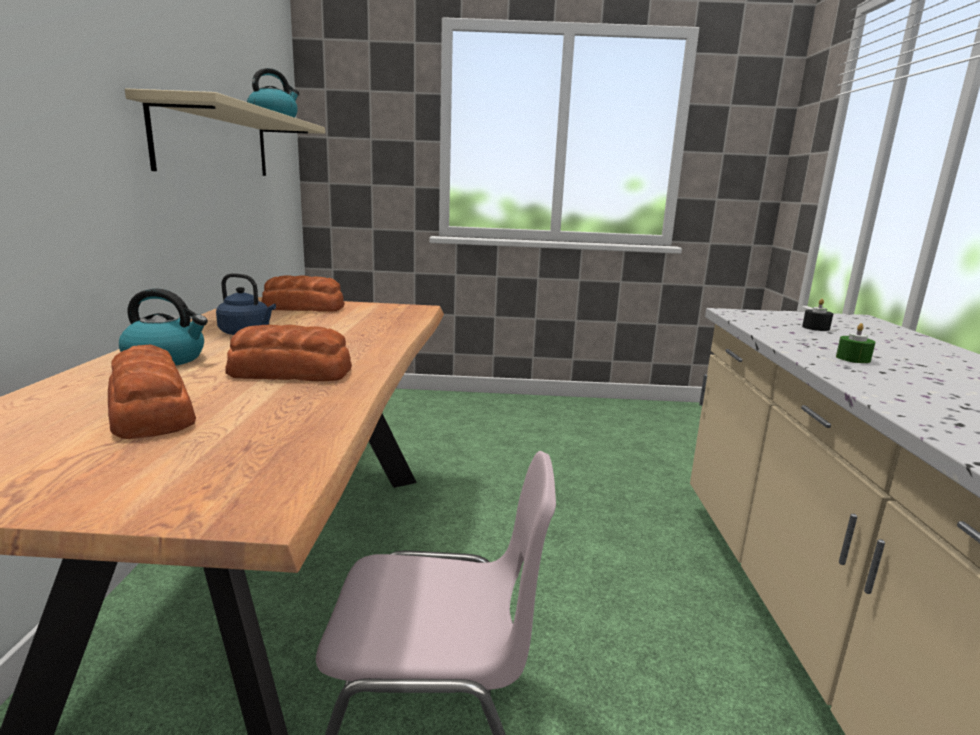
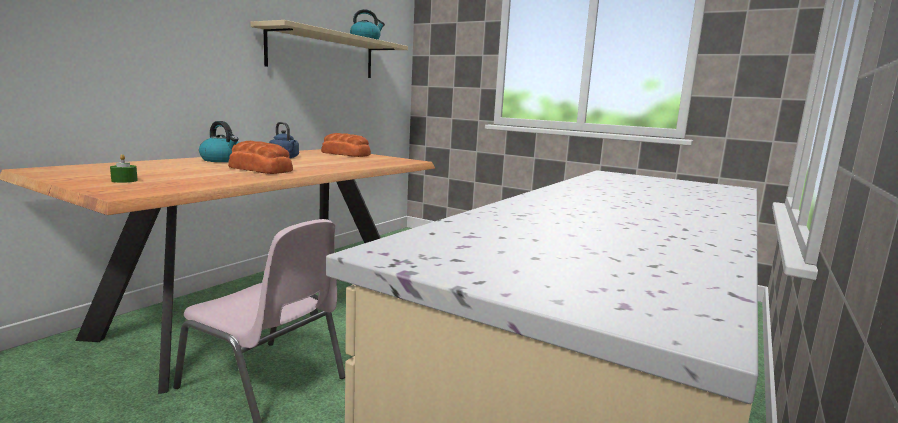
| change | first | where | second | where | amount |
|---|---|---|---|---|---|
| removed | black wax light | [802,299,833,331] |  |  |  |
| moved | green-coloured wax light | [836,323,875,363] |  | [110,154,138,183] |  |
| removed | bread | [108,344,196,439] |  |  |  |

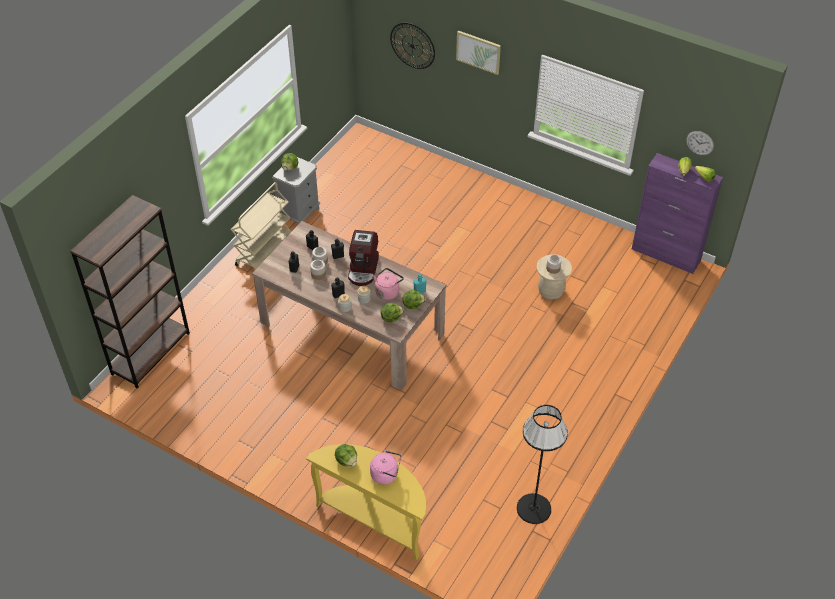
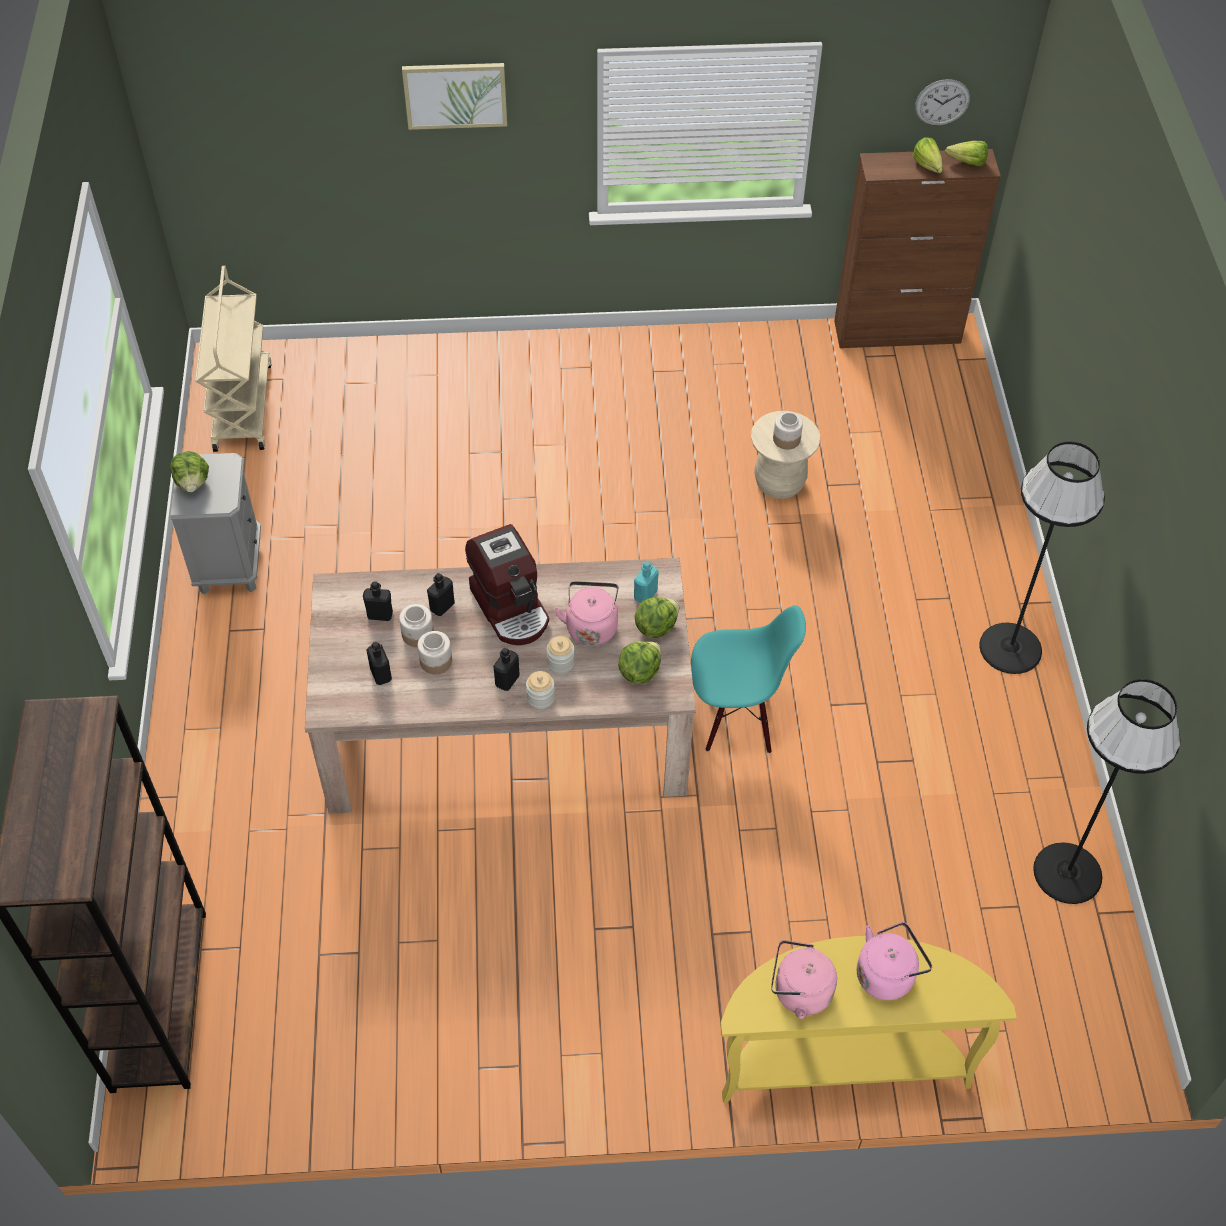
| change | first | where | second | where | amount |
|---|---|---|---|---|---|
| removed | wall clock | [390,23,435,69] |  |  |  |
| recoloured | purple cupboard | [632,153,723,274] | brownish cupboard | [834,149,1001,348] |  |
| moved | beige cart | [231,182,291,269] |  | [195,266,272,452] |  |
| replaced | lettuce | [335,444,357,467] | pink kettle | [771,940,837,1019] |  |
| added |  |  | black standard lamp | [979,441,1105,674] |  |
| added |  |  | turquoise plain chair | [691,605,806,754] |  |

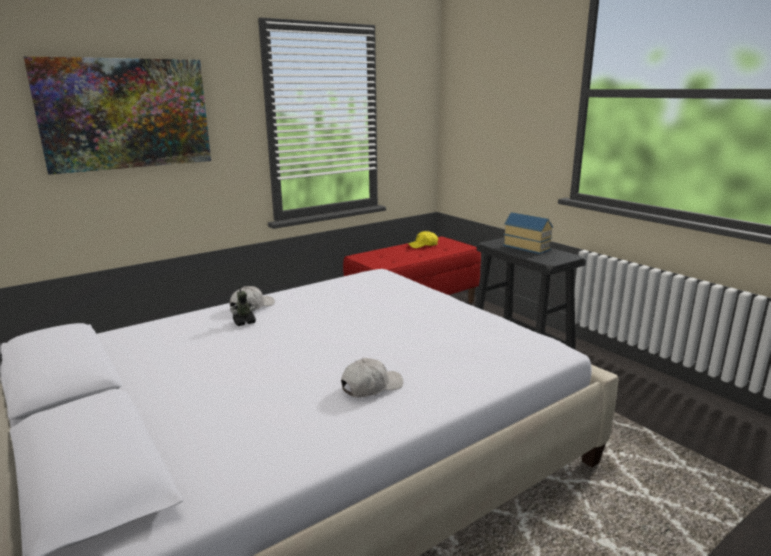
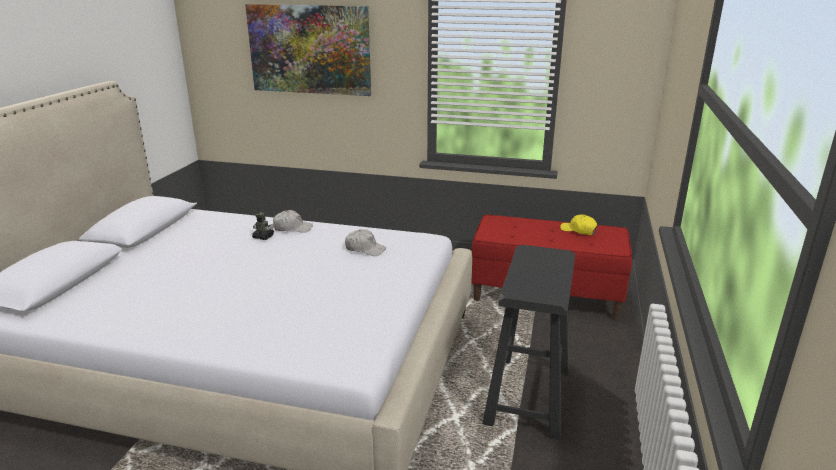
| change | first | where | second | where | amount |
|---|---|---|---|---|---|
| removed | toy house | [503,212,553,254] |  |  |  |
| moved | whitish cap | [341,358,403,398] |  | [345,229,387,256] |  |

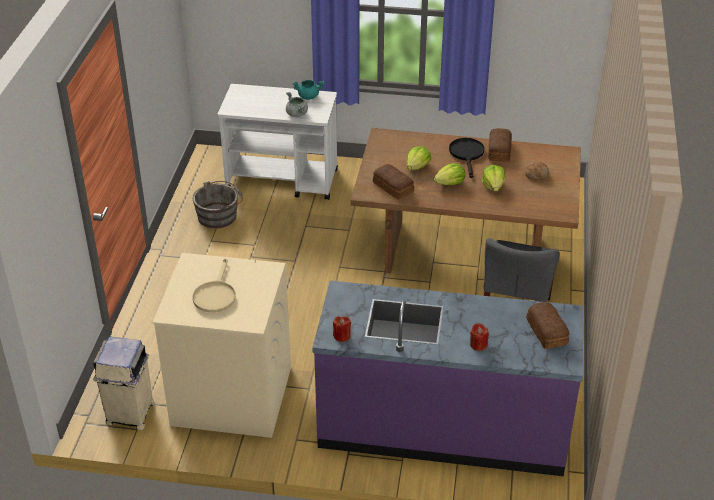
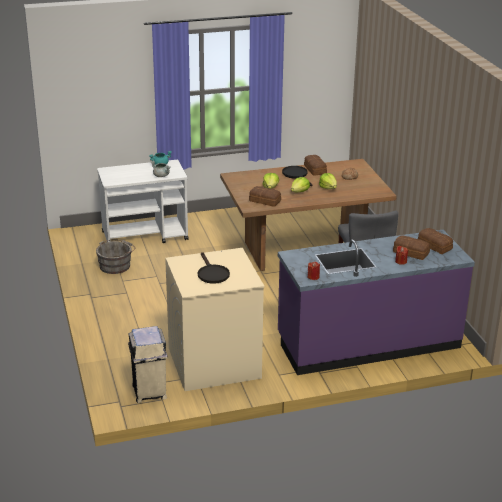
| change | first | where | second | where | amount |
|---|---|---|---|---|---|
| recoloured | beige skillet | [192,258,236,313] | black skillet | [198,252,230,284] |  |
| added |  |  | bread | [393,236,430,260] |  |

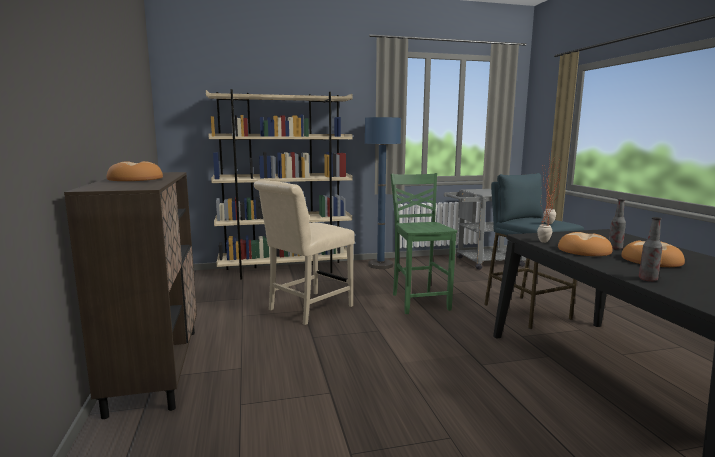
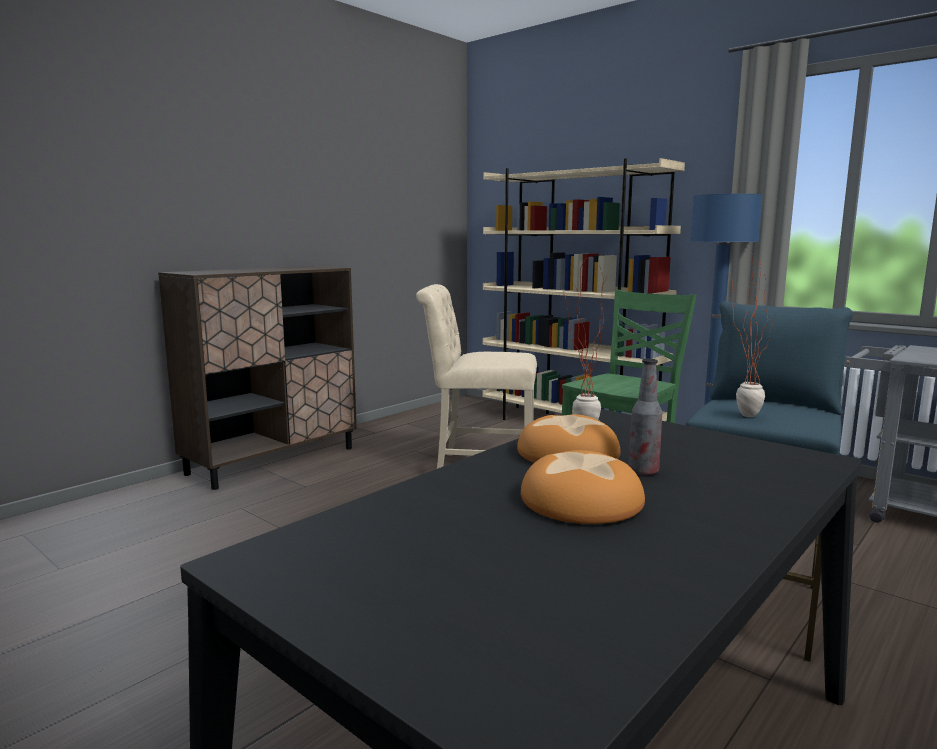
| change | first | where | second | where | amount |
|---|---|---|---|---|---|
| removed | bread | [106,161,163,181] |  |  |  |
| removed | drink bottle | [639,217,663,282] |  |  |  |

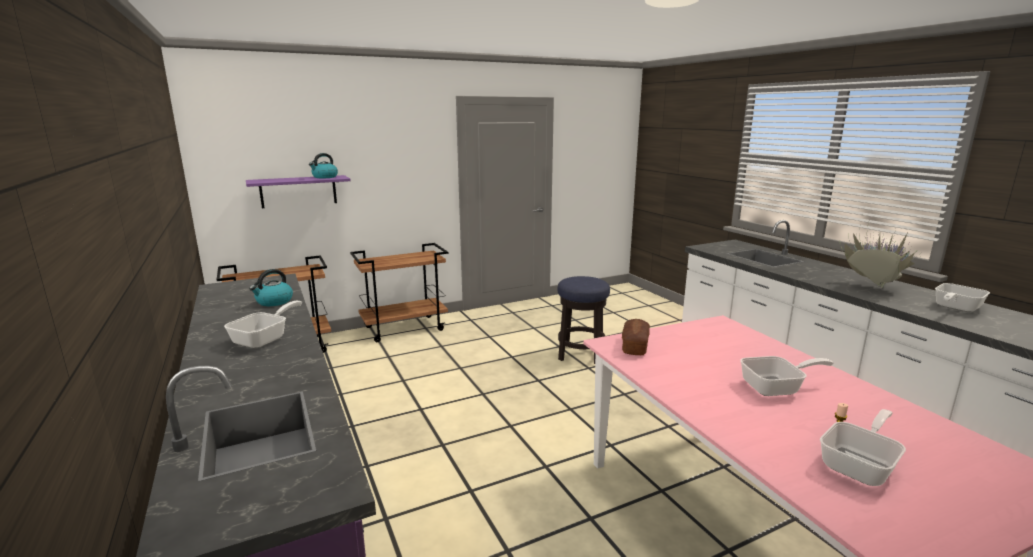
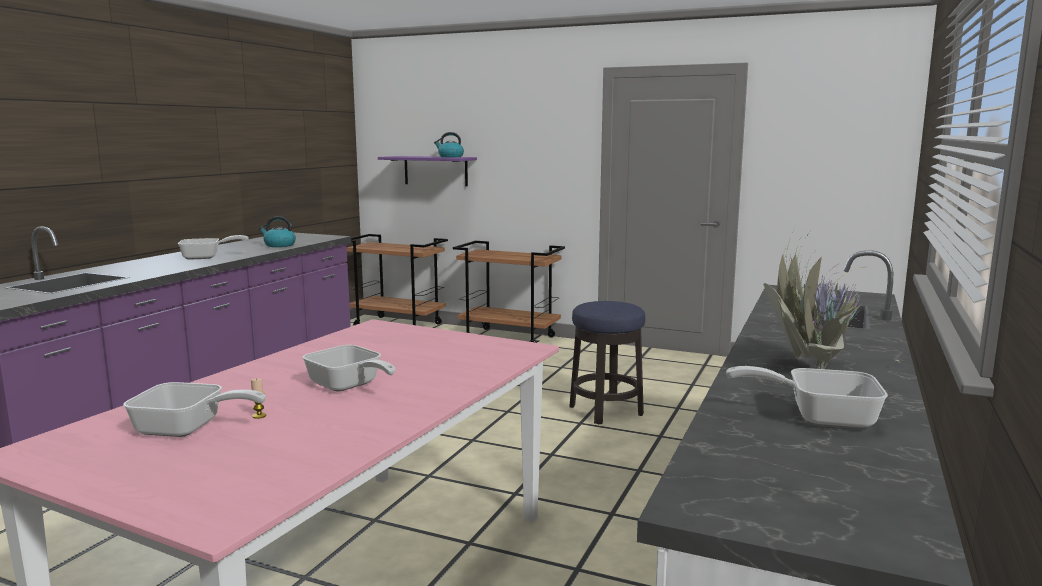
| change | first | where | second | where | amount |
|---|---|---|---|---|---|
| removed | bread | [622,319,650,355] |  |  |  |

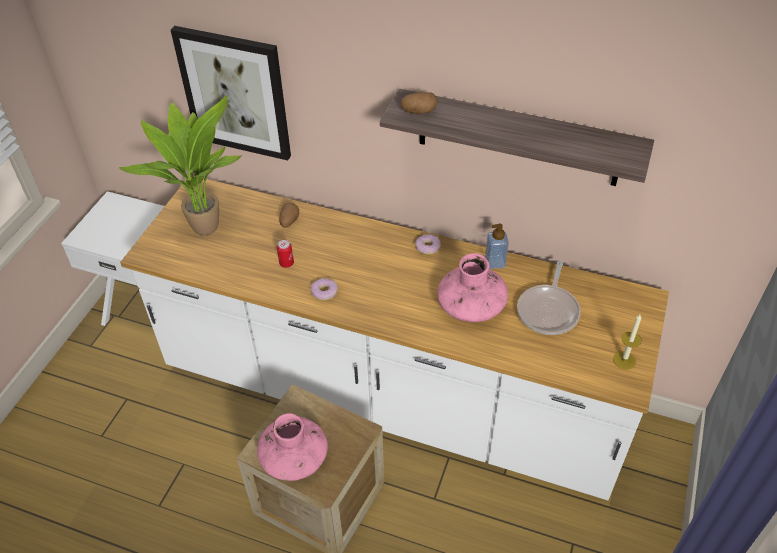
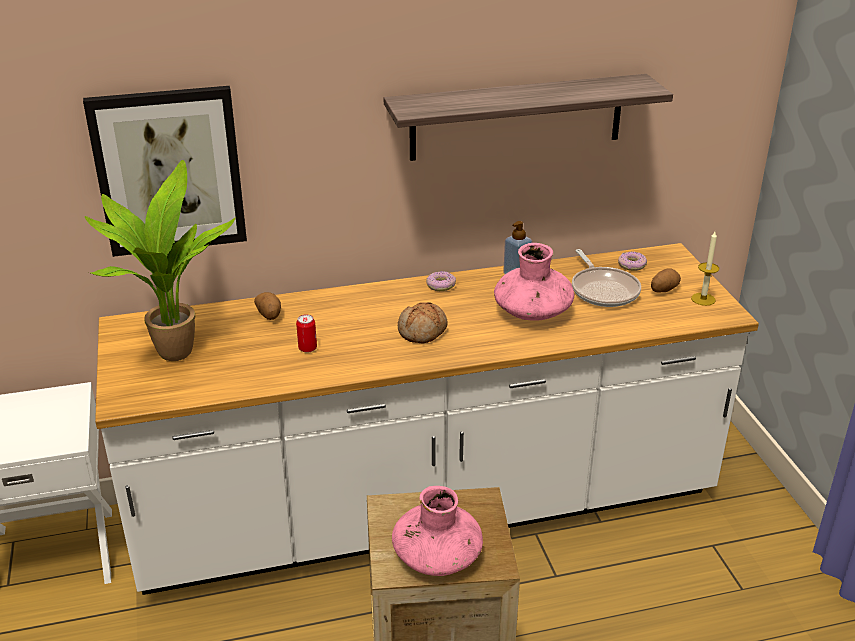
| change | first | where | second | where | amount |
|---|---|---|---|---|---|
| moved | spud | [401,92,438,114] |  | [651,268,681,292] |  |
| moved | donut | [311,278,338,300] |  | [618,252,647,271] |  |
| added |  |  | bread | [398,302,448,344] |  |

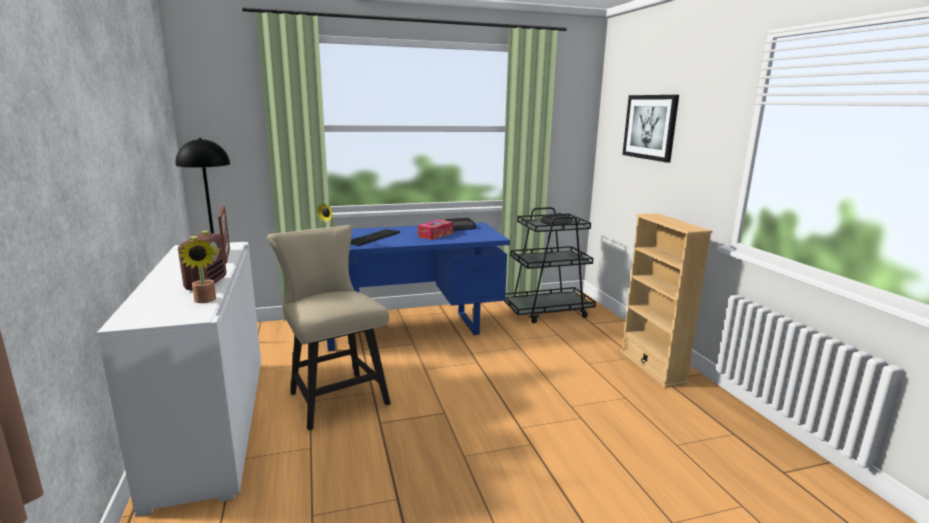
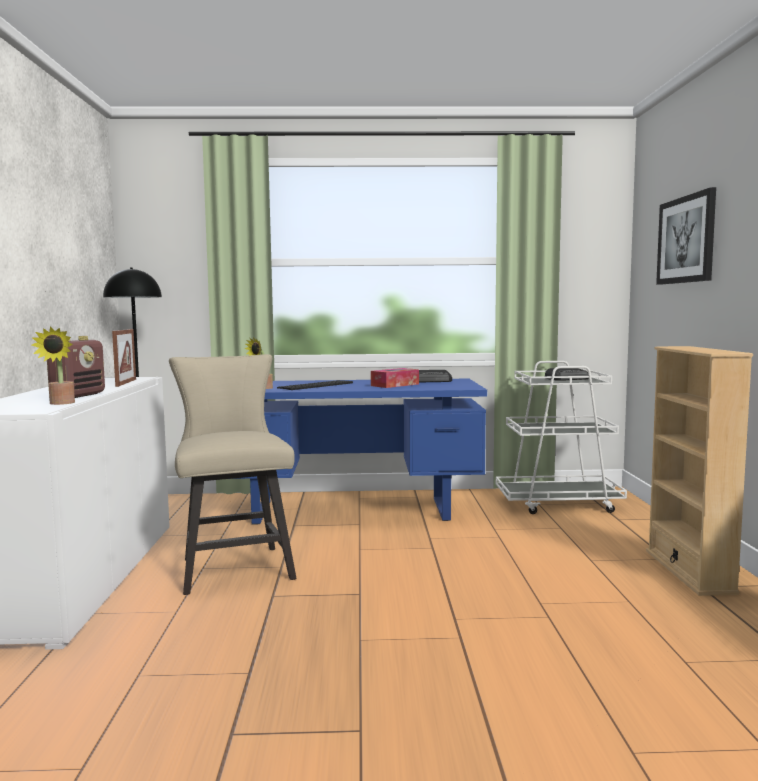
| change | first | where | second | where | amount |
|---|---|---|---|---|---|
| recoloured | black cart | [504,207,596,323] | whitish cart | [496,361,627,514] |  |

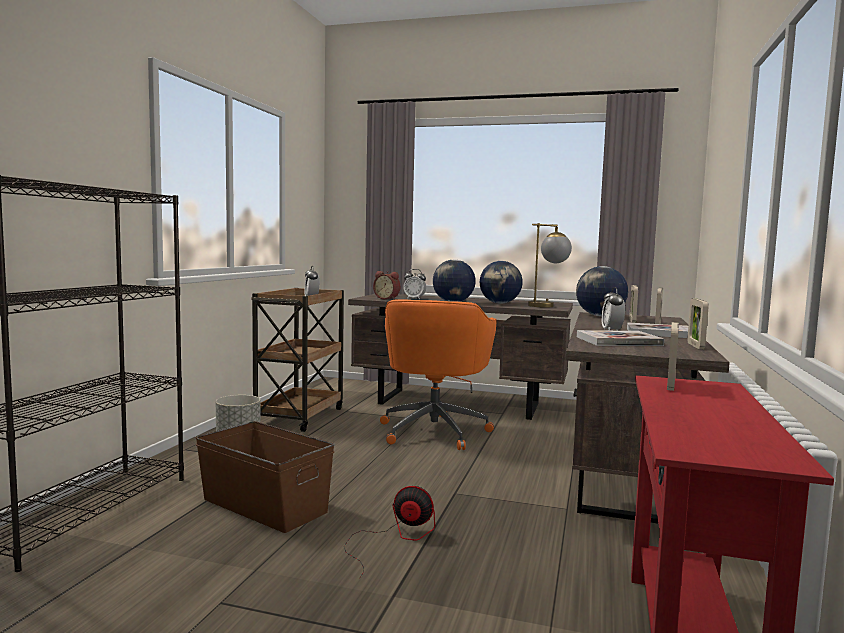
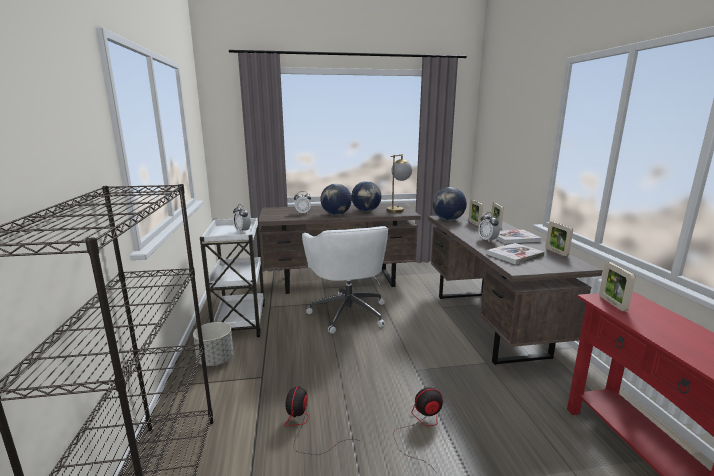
| change | first | where | second | where | amount |
|---|---|---|---|---|---|
| removed | alarm clock | [373,271,400,300] |  |  |  |
| recoloured | brownish cart | [251,288,344,432] | whitish cart | [200,217,265,337] |  |
| recoloured | orangey computer chair | [380,299,497,450] | whitish computer chair | [302,226,388,334] |  |
| replaced | brownish storage container | [196,421,335,533] | fan | [284,386,356,455] |  |

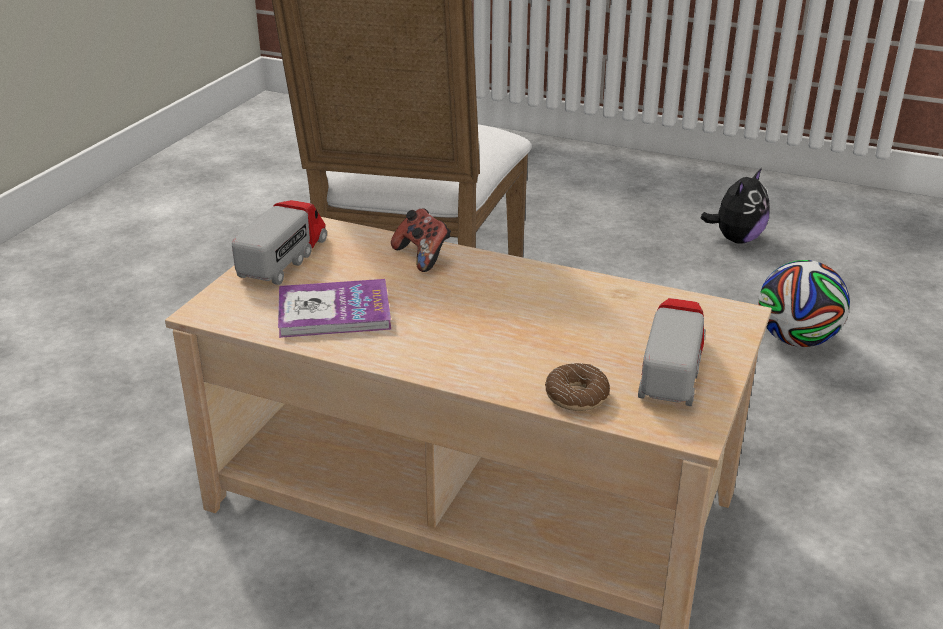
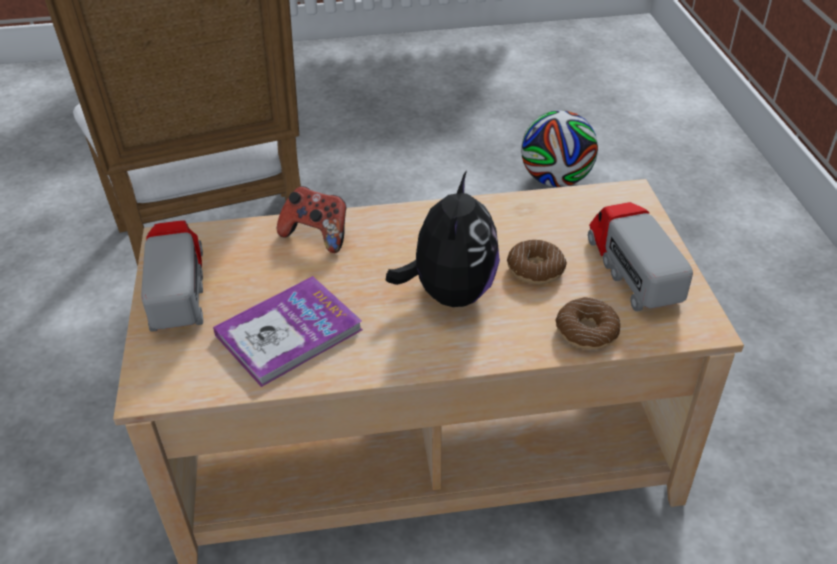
| change | first | where | second | where | amount |
|---|---|---|---|---|---|
| moved | plush toy | [701,168,770,244] |  | [386,170,500,307] |  |
| added |  |  | donut | [507,240,567,284] |  |

